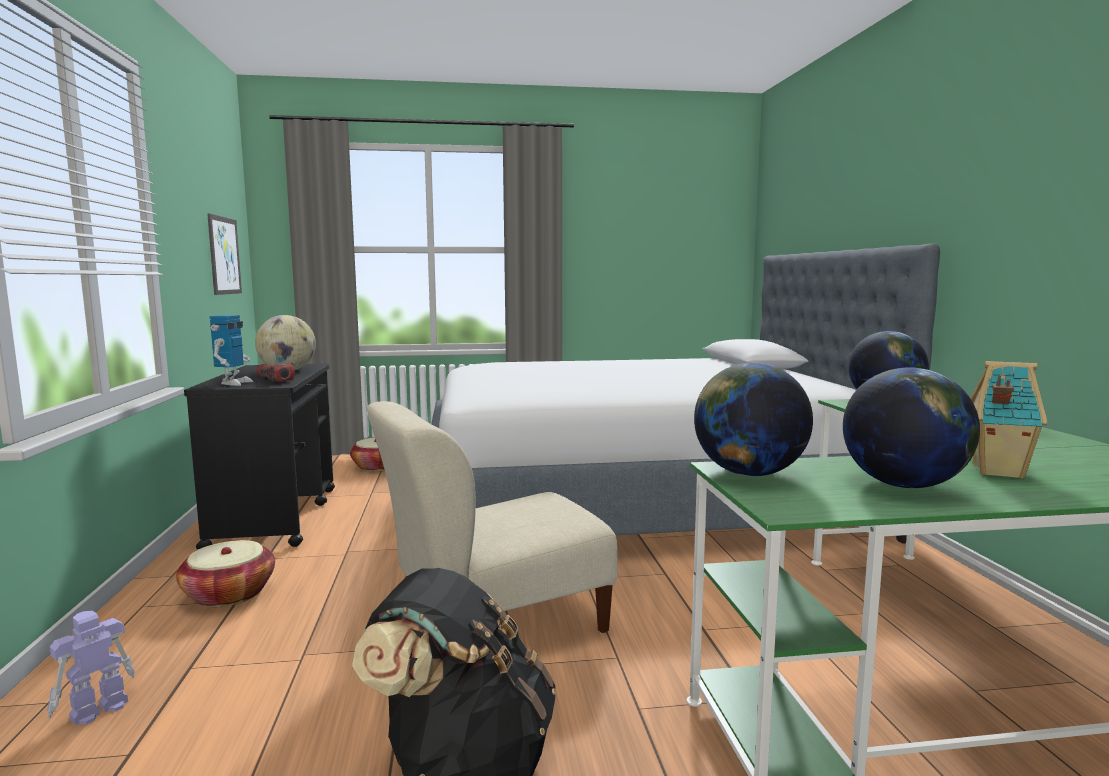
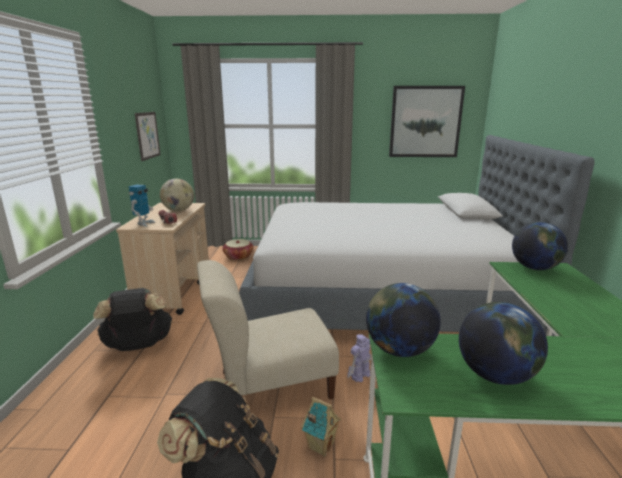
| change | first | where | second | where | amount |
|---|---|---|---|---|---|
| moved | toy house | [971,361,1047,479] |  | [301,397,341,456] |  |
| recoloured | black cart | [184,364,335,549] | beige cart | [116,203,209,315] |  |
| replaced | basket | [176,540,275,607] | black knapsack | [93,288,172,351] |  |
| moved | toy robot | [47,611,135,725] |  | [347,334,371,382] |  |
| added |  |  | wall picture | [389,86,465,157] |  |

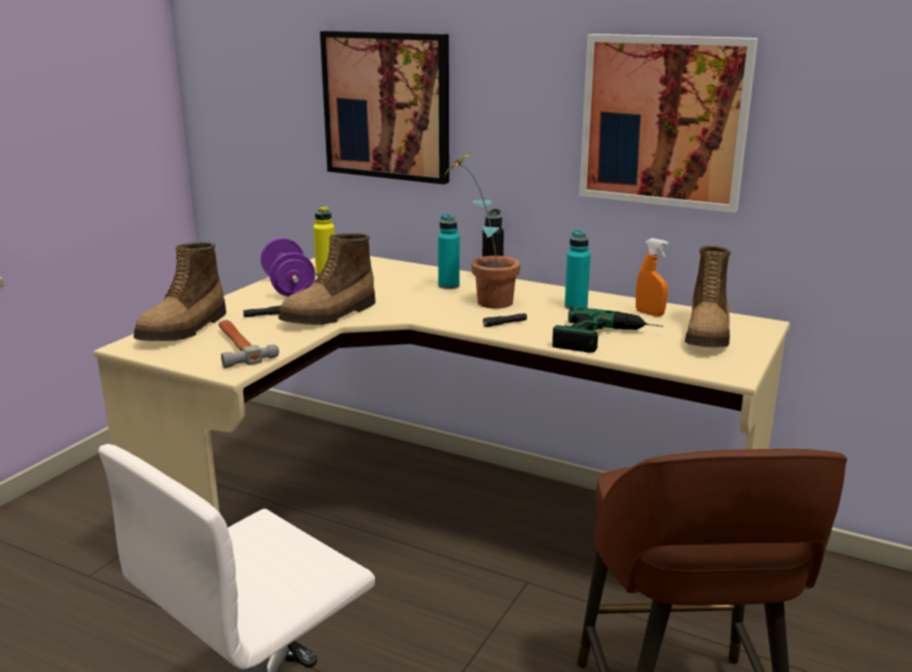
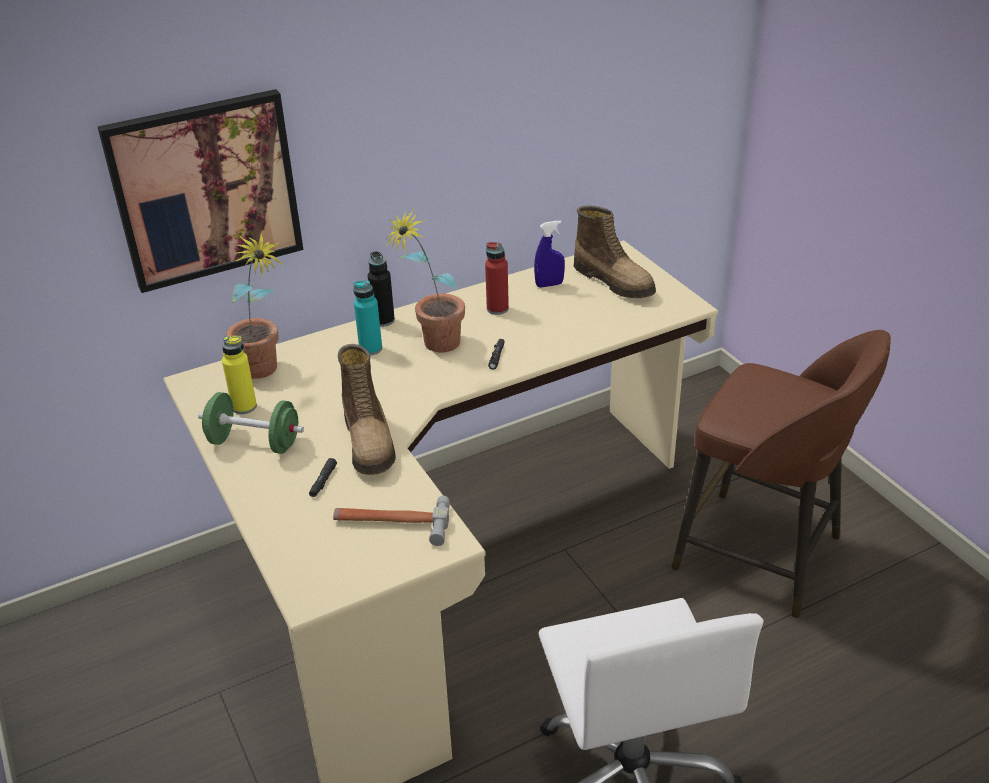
| change | first | where | second | where | amount |
|---|---|---|---|---|---|
| removed | wall picture | [579,34,758,213] |  |  |  |
| recoloured | turquoise drink bottle | [565,230,591,309] | reddish drink bottle | [485,242,509,315] |  |
| recoloured | purple hand weight | [261,238,315,297] | green-coloured hand weight | [198,392,304,454] |  |
| recoloured | orangey hand sprayer | [636,238,668,316] | blue-coloured hand sprayer | [534,220,565,288] |  |
| removed | tall boot | [133,242,226,341] |  |  |  |
| removed | drill | [552,307,664,353] |  |  |  |
| added |  |  | houseplant | [226,233,283,379] |  |

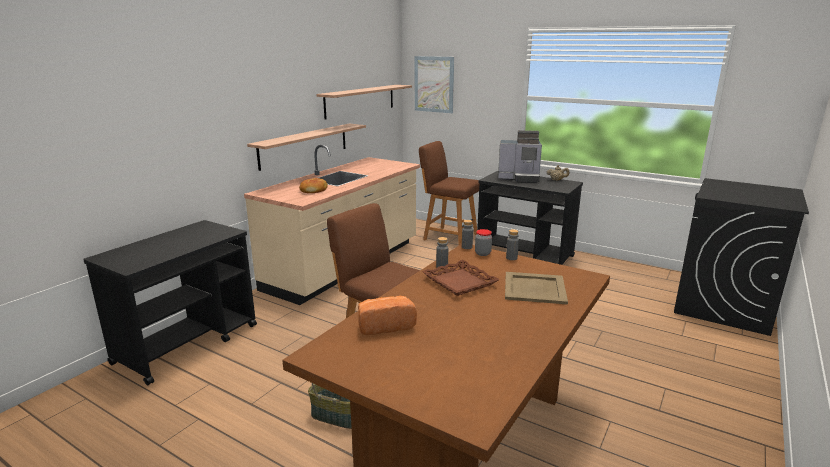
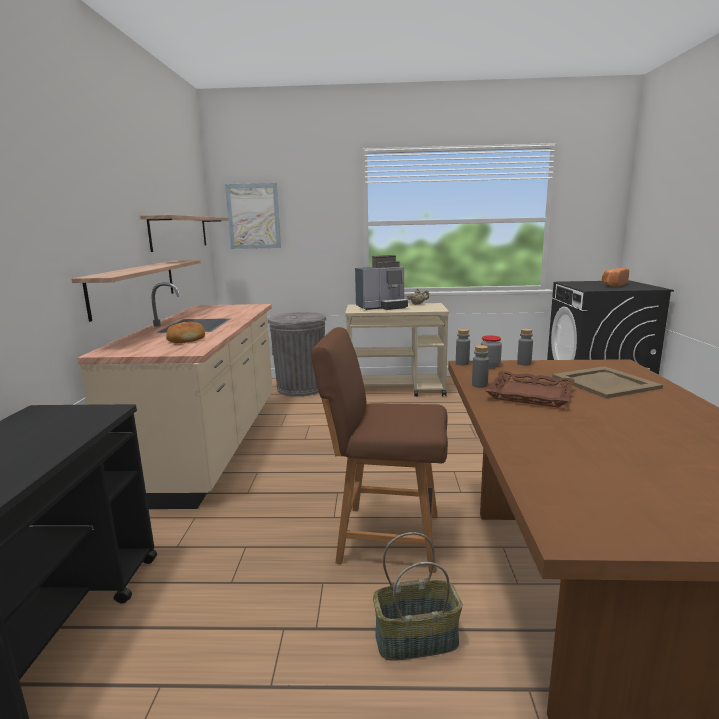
| change | first | where | second | where | amount |
|---|---|---|---|---|---|
| replaced | brownish plain chair | [419,141,479,245] | greyish trash can | [268,312,327,397] |  |
| recoloured | black cart | [477,171,583,265] | beige cart | [345,303,449,396] |  |
| moved | bread | [358,296,417,335] |  | [602,268,629,287] |  |

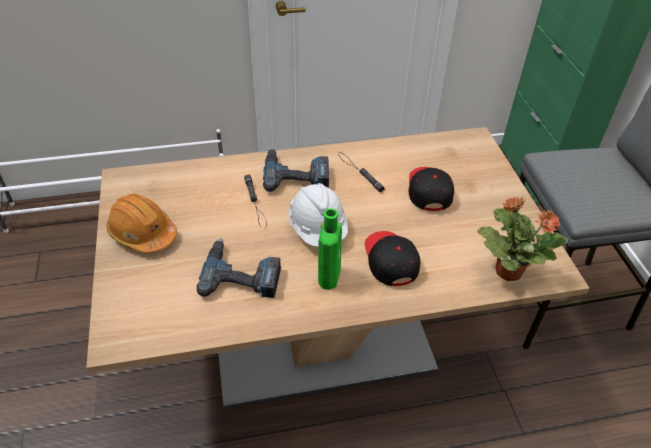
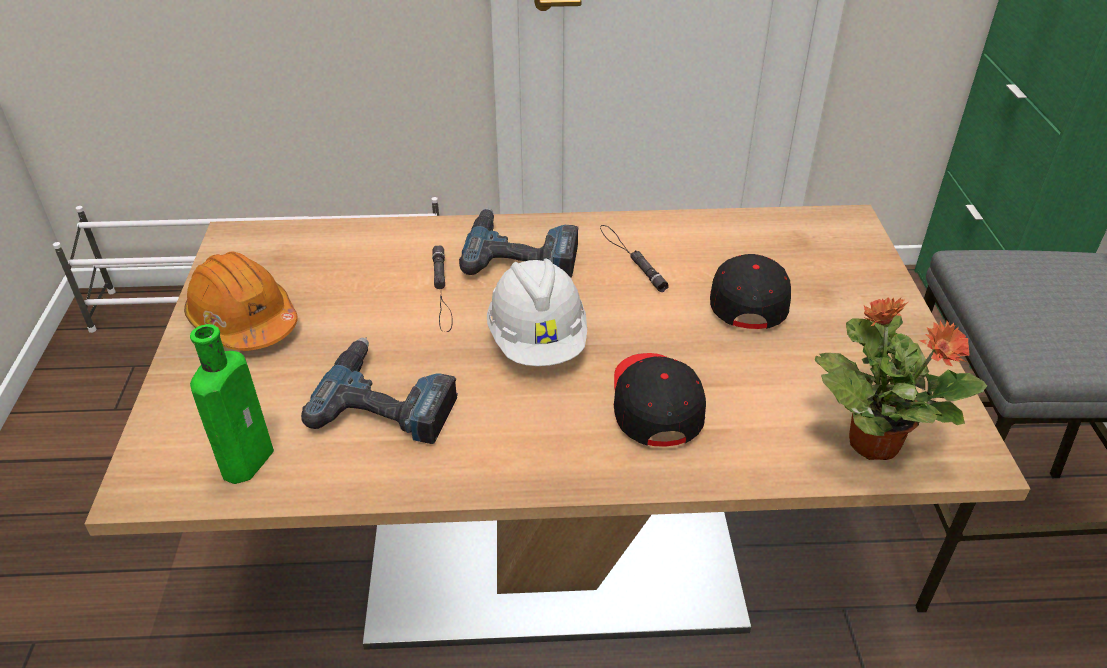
| change | first | where | second | where | amount |
|---|---|---|---|---|---|
| moved | green-coloured drink bottle | [318,208,342,290] |  | [190,324,274,484] |  |

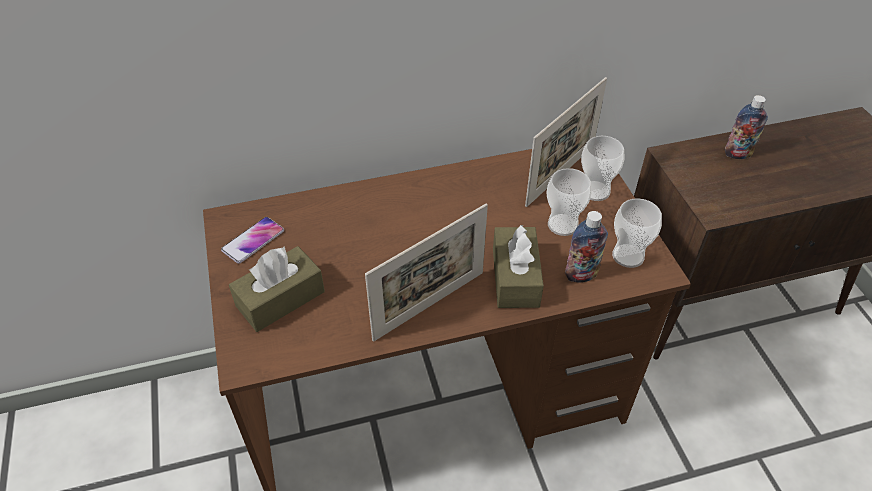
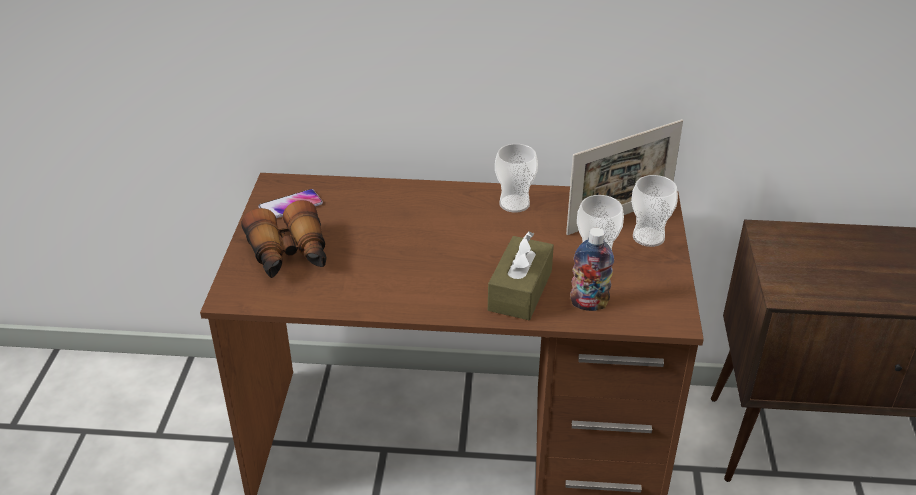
| change | first | where | second | where | amount |
|---|---|---|---|---|---|
| removed | drink bottle | [725,95,768,159] |  |  |  |
| moved | cup | [612,198,662,268] |  | [495,144,538,213] |  |
| removed | picture frame | [365,204,488,341] |  |  |  |
| replaced | brownish tissue holder | [229,246,325,332] | pair of binoculars | [241,200,327,278] |  |

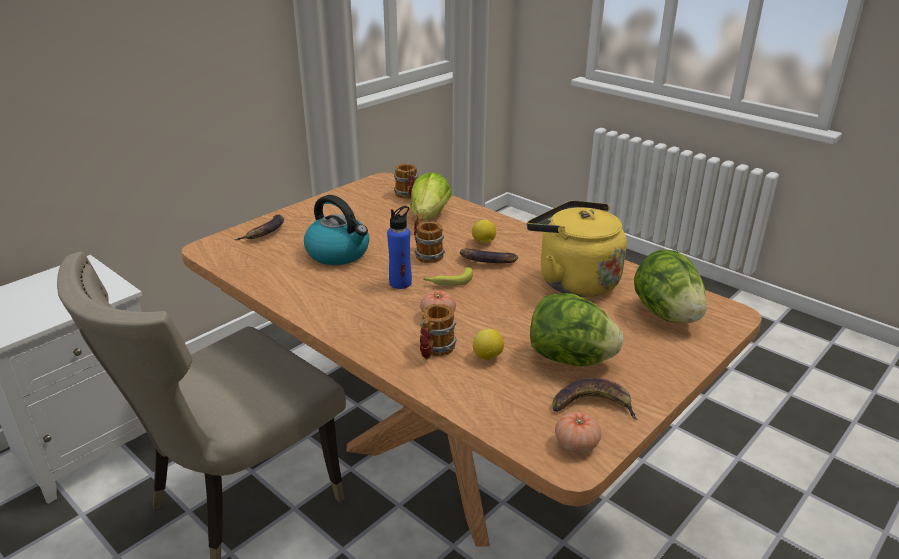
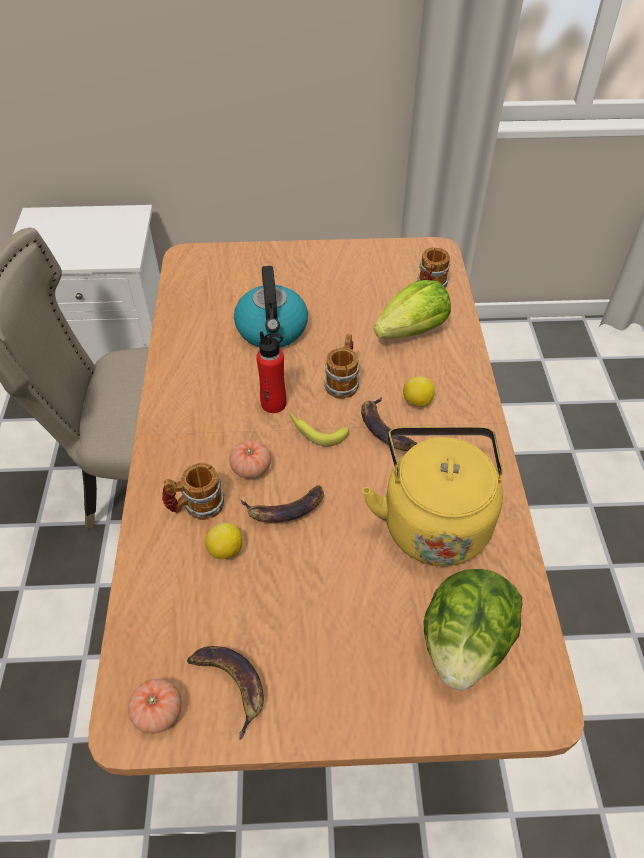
| change | first | where | second | where | amount |
|---|---|---|---|---|---|
| recoloured | blue-coloured drink bottle | [387,206,412,289] | reddish drink bottle | [256,331,286,413] |  |
| moved | banana | [234,214,284,240] |  | [241,485,324,523] |  |
| removed | lettuce | [530,293,624,366] |  |  |  |

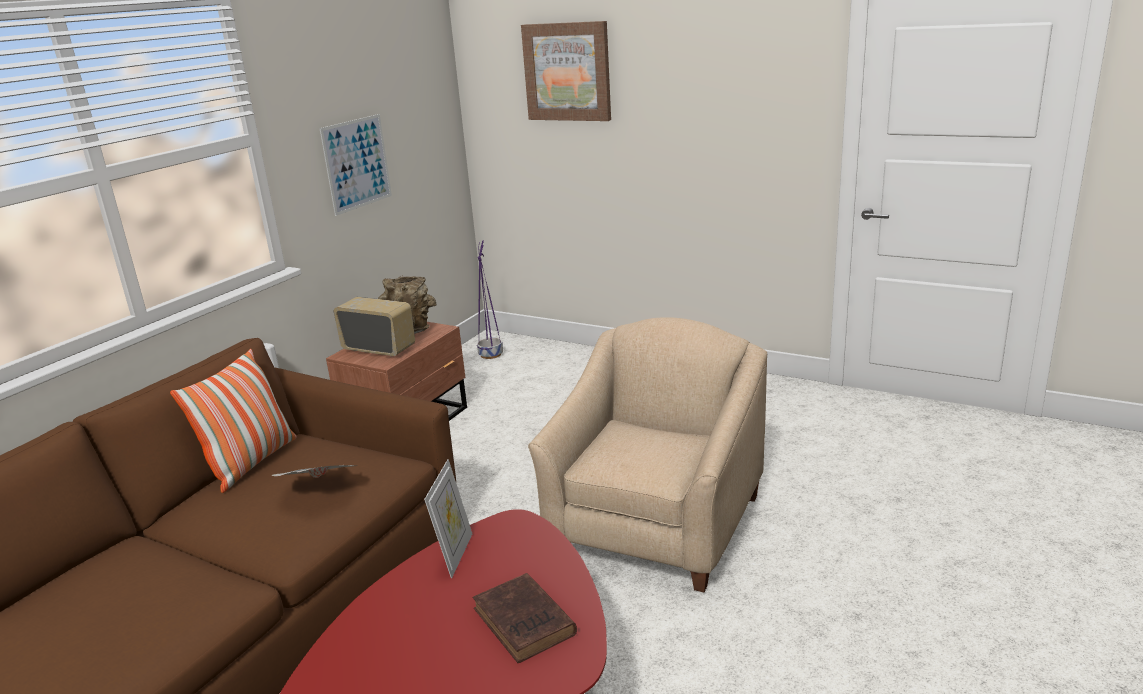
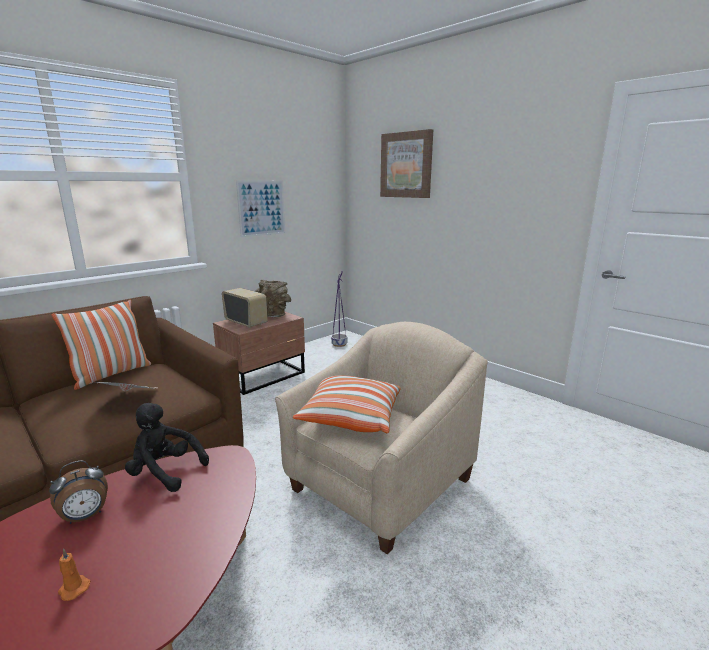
| change | first | where | second | where | amount |
|---|---|---|---|---|---|
| replaced | picture frame | [424,459,472,578] | black plush toy | [125,403,209,492] |  |
| removed | brownish book | [473,573,577,663] |  |  |  |
| added |  |  | throw pillow | [293,375,401,433] |  |
| added |  |  | alarm clock | [49,460,108,524] |  |
| added |  |  | orangey wax light | [58,548,90,601] |  |

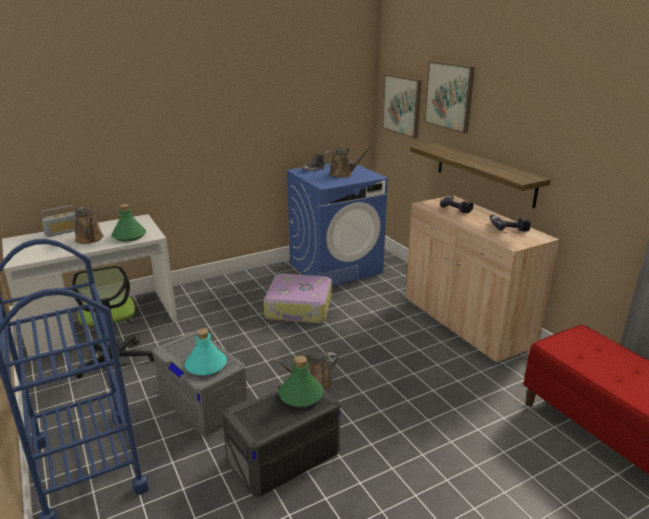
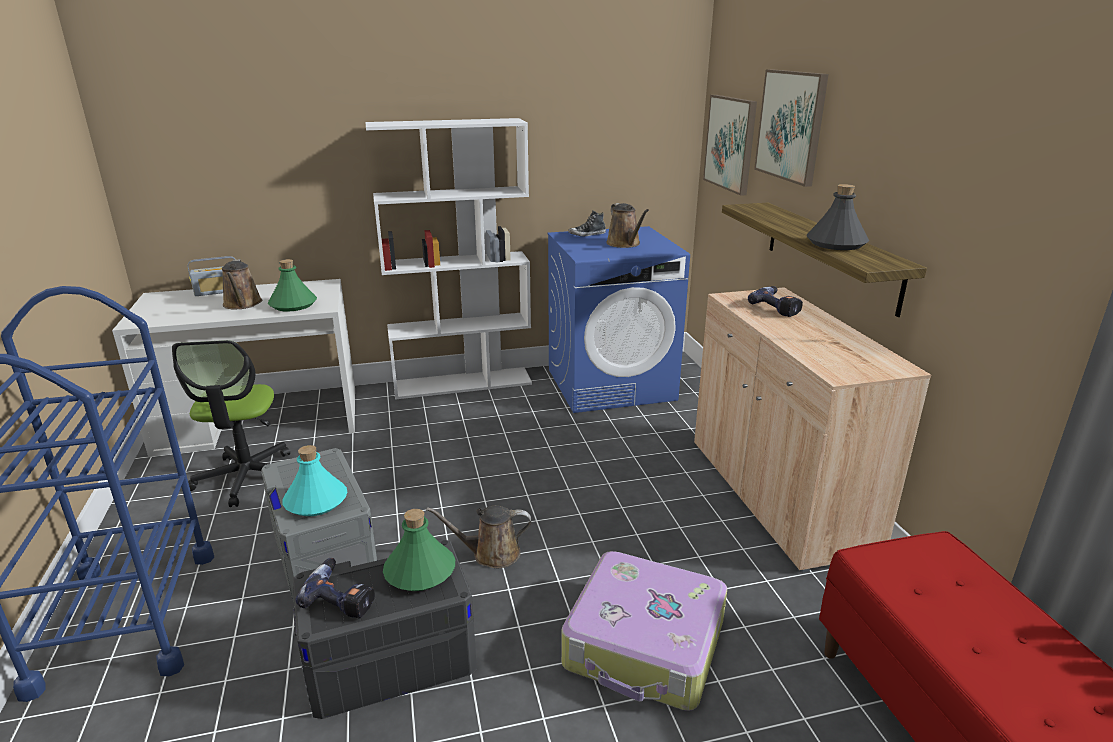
| change | first | where | second | where | amount |
|---|---|---|---|---|---|
| turned | brownish watering pot | [323,145,373,178] |  | [606,203,649,248] | 60 degrees clockwise |
| moved | drill | [490,215,531,232] |  | [295,558,375,619] |  |
| moved | travel case | [264,274,332,323] |  | [561,551,727,711] |  |
| added |  |  | whitish shelving unit | [366,118,532,400] |  |
| added |  |  | greyish drink bottle | [807,184,869,250] |  |

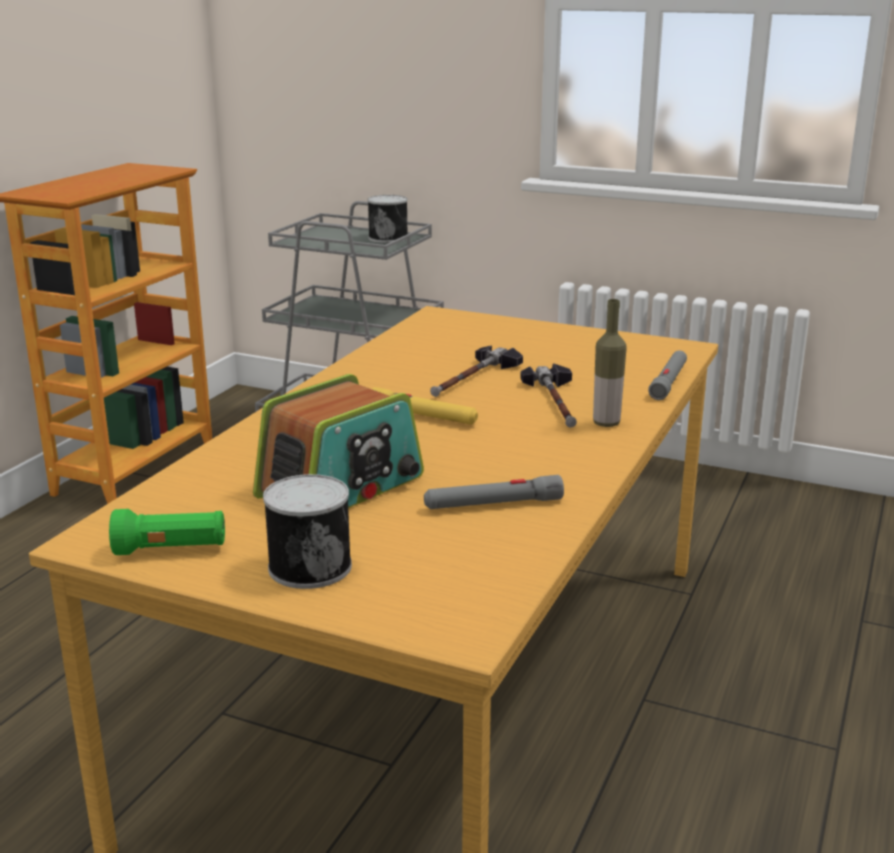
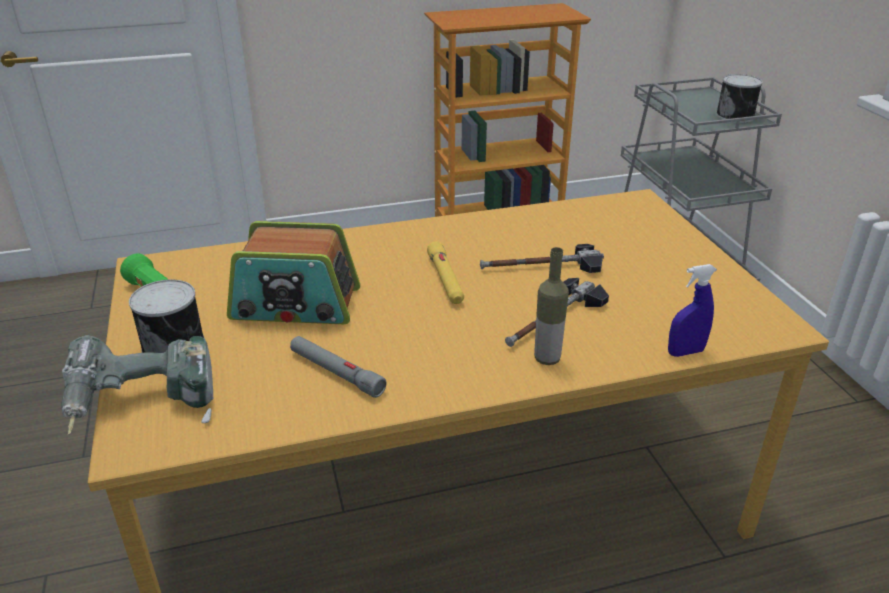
| change | first | where | second | where | amount |
|---|---|---|---|---|---|
| replaced | greyish torch | [648,350,687,400] | blue-coloured hand sprayer | [668,264,717,357] |  |
| added |  |  | drill | [61,335,213,435] |  |

